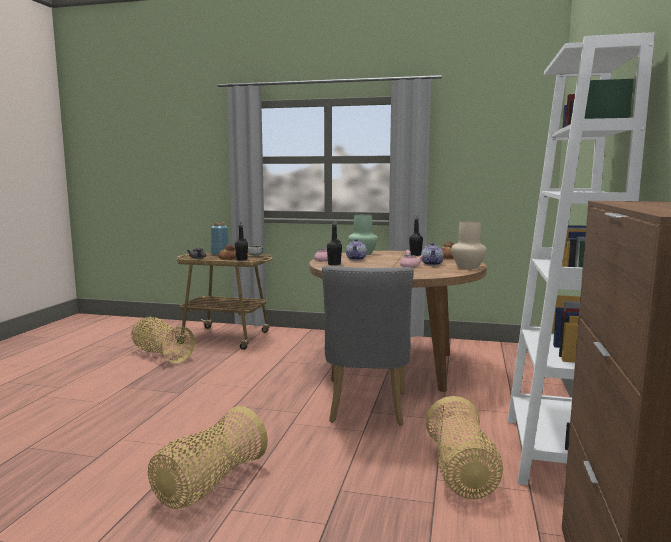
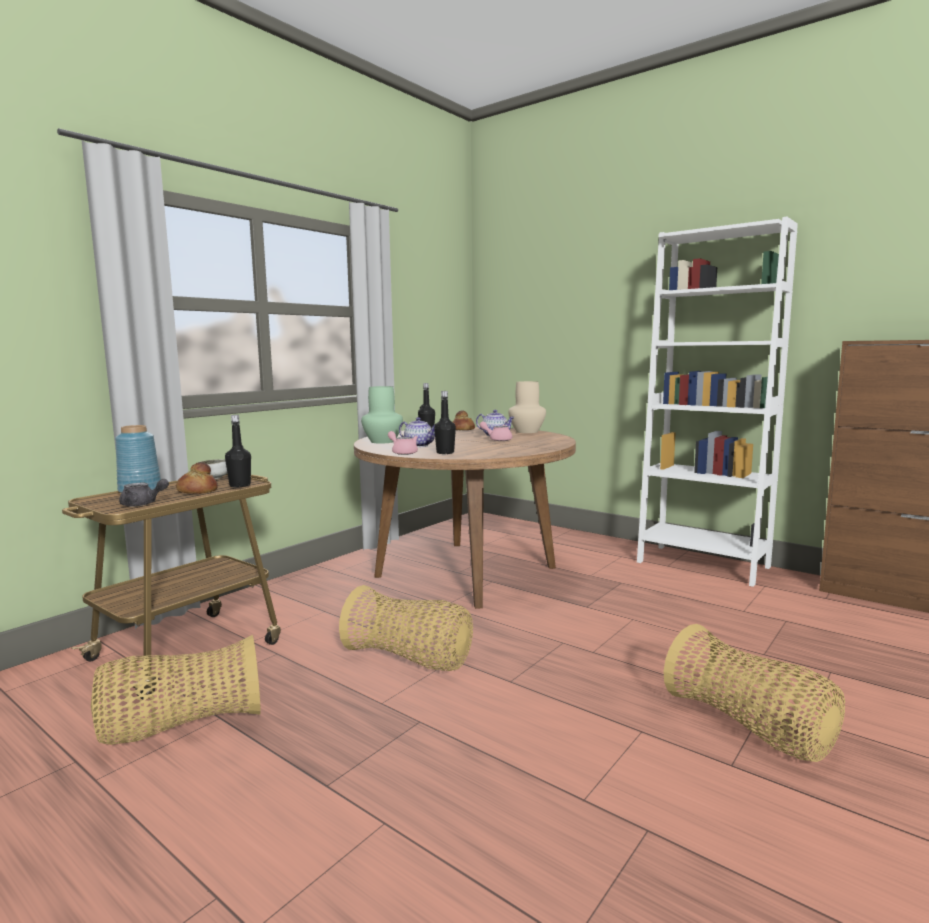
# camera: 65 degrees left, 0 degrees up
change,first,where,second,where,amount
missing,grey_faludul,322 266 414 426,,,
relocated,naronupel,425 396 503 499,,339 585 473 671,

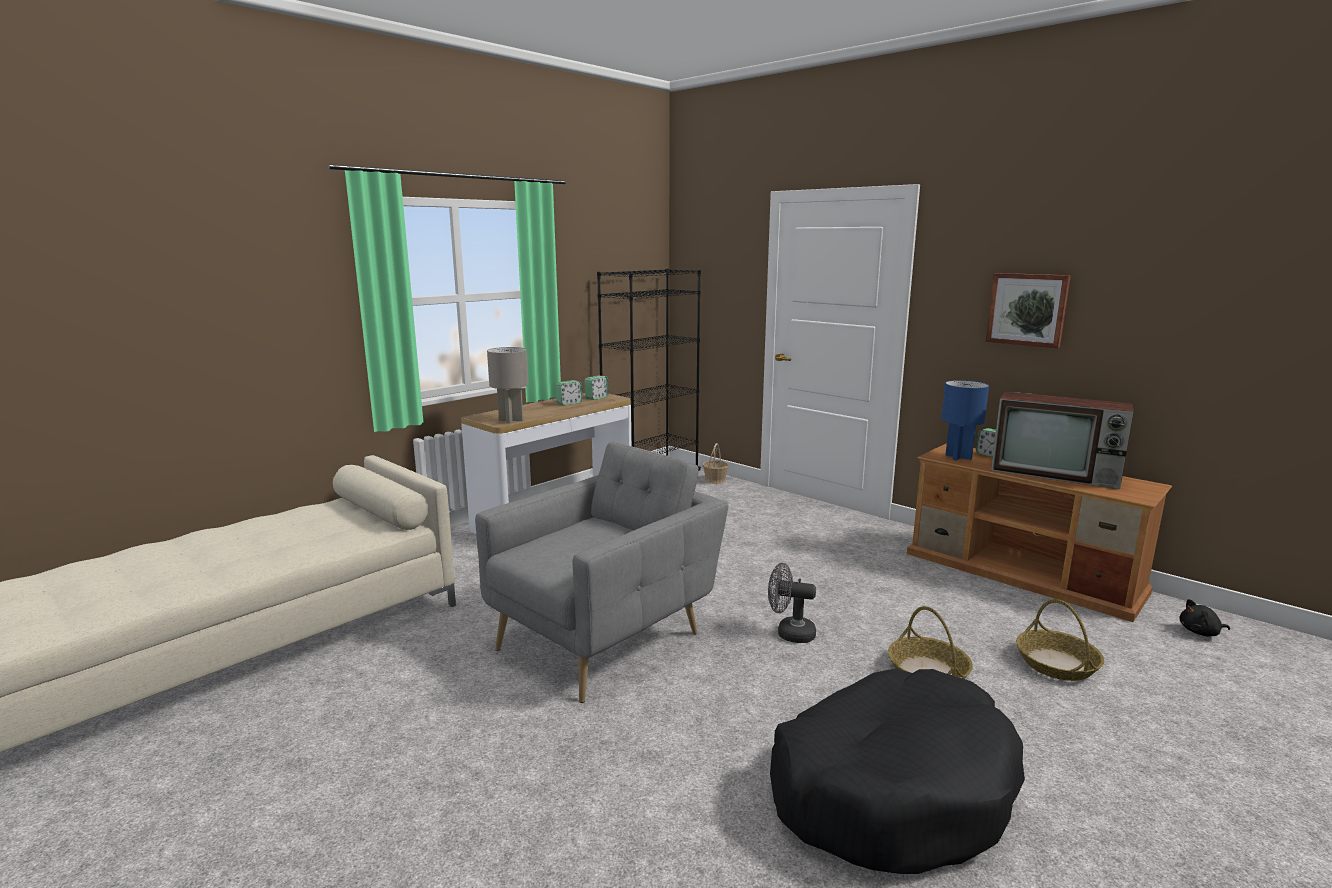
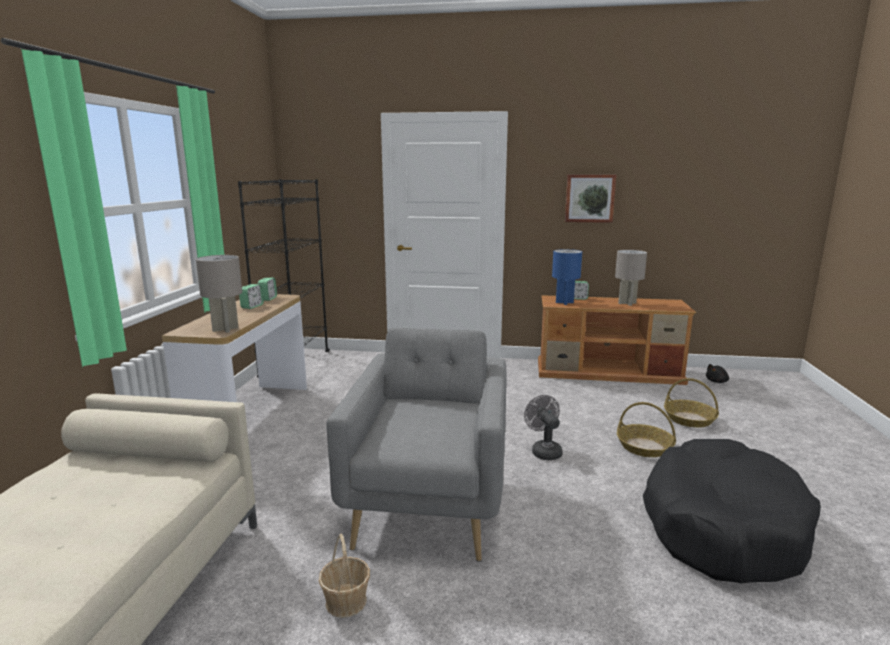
# camera: 35 degrees left, 0 degrees up
change,first,where,second,where,amount
exchanged,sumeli,991 391 1134 489,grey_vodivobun,615 250 647 306,
relocated,naronupel,703 443 729 484,,319 534 370 618,
spun,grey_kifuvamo,768 563 816 643,,524 395 563 460,90 degrees clockwise

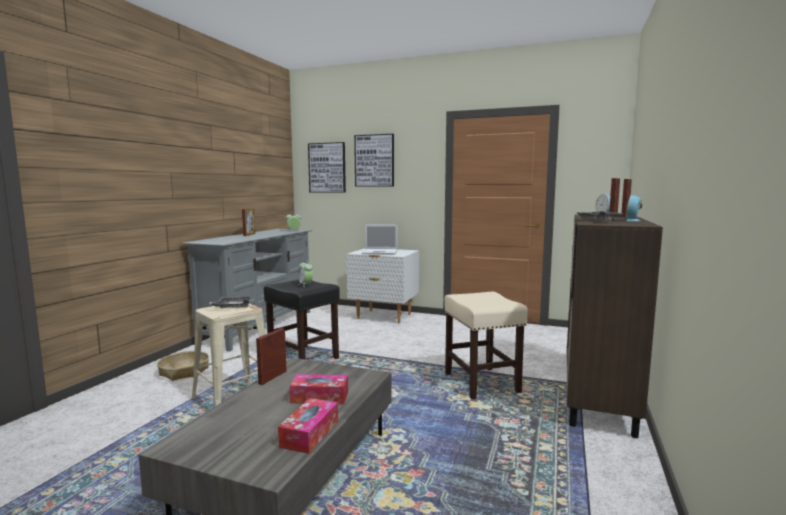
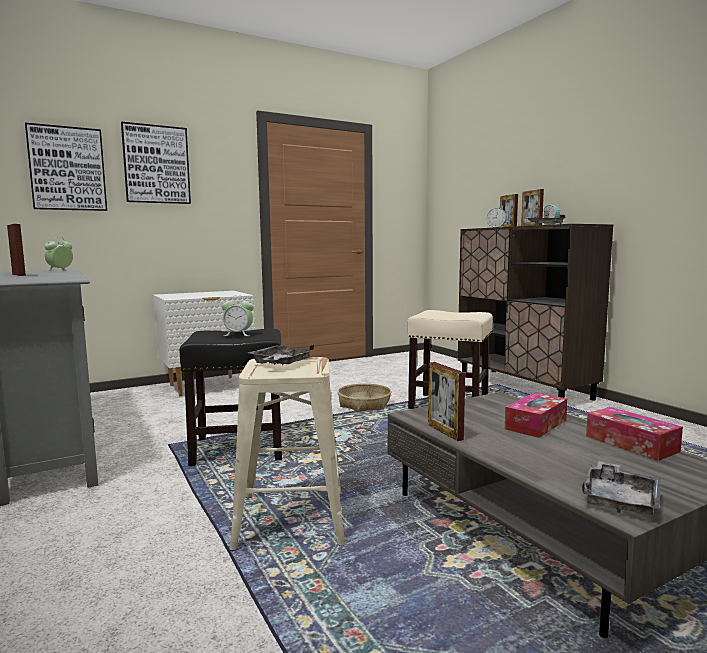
# camera: 50 degrees left, 0 degrees up
change,first,where,second,where,amount
missing,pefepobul,362 224 398 255,,,
relocated,naronupel,157 351 209 381,,338 383 391 412,
appeared,,,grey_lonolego,582 461 660 515,

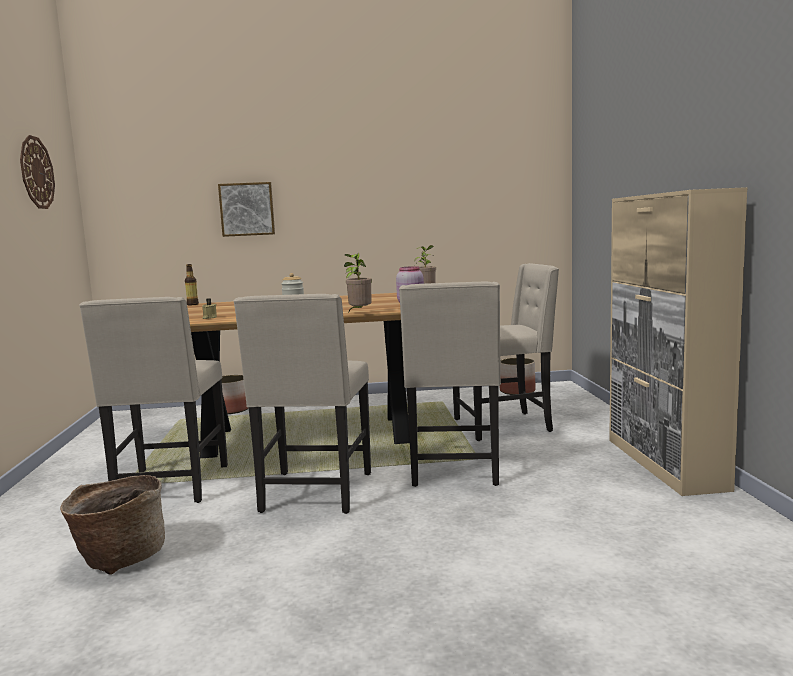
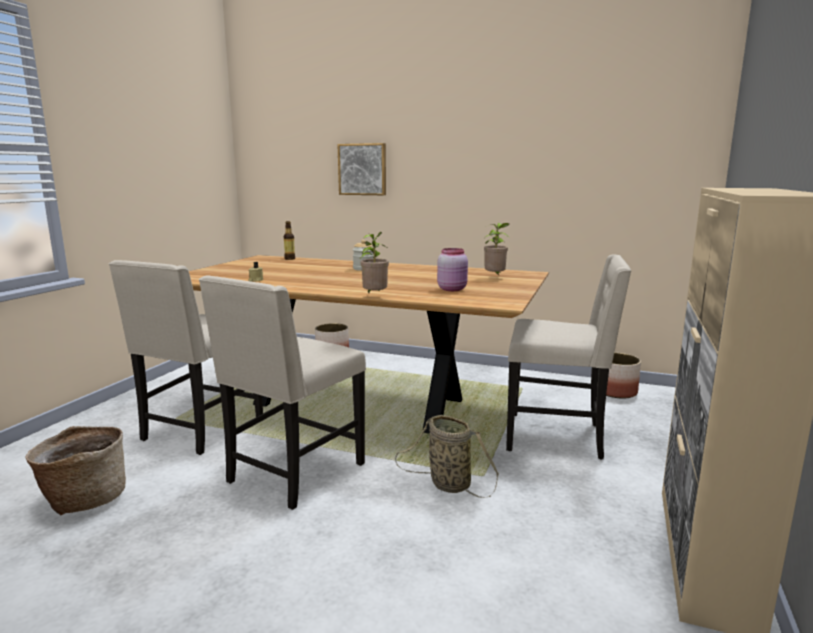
# camera: 25 degrees right, 5 degrees up
change,first,where,second,where,amount
missing,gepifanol,20 135 55 209,,,
exchanged,beige_faludul,399 282 501 487,naronupel,395 415 499 498,

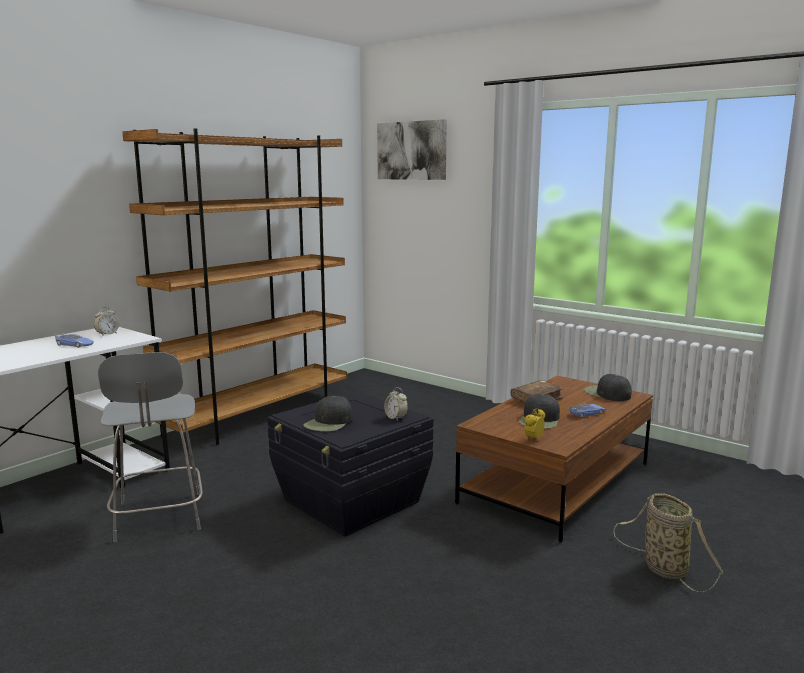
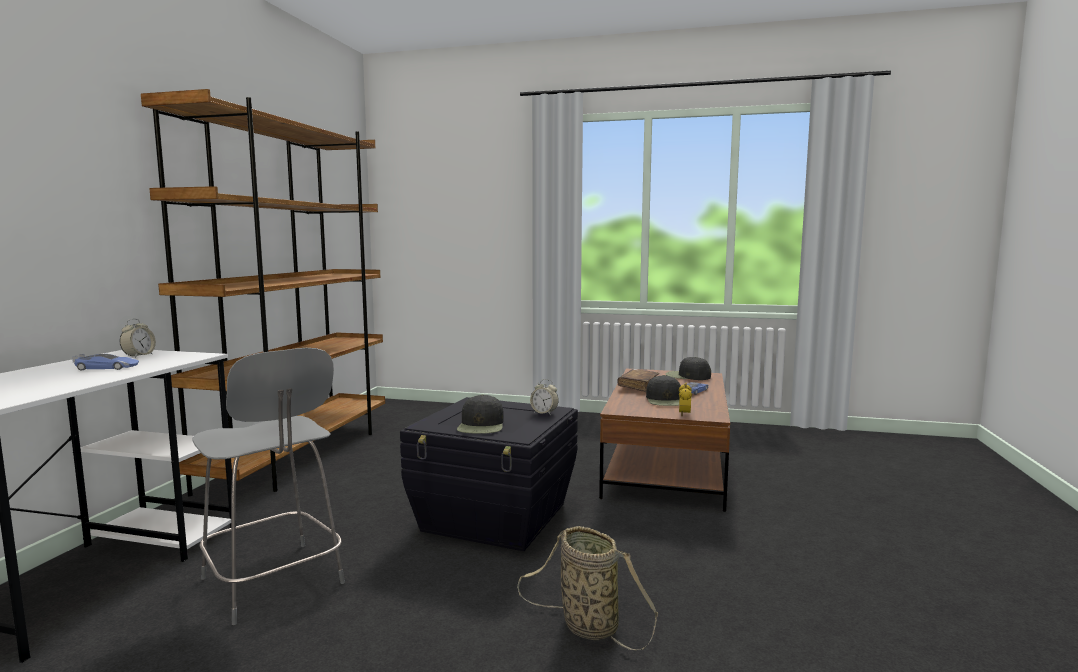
# camera: 25 degrees left, 5 degrees down
change,first,where,second,where,amount
missing,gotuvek,377 119 447 180,,,
relocated,naronupel,613 493 723 593,,517 526 658 651,

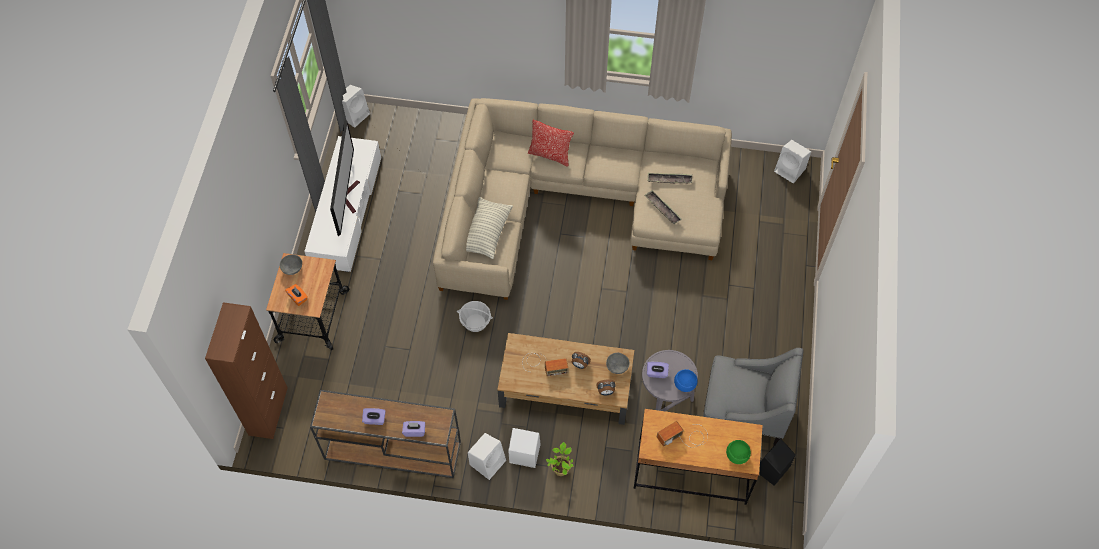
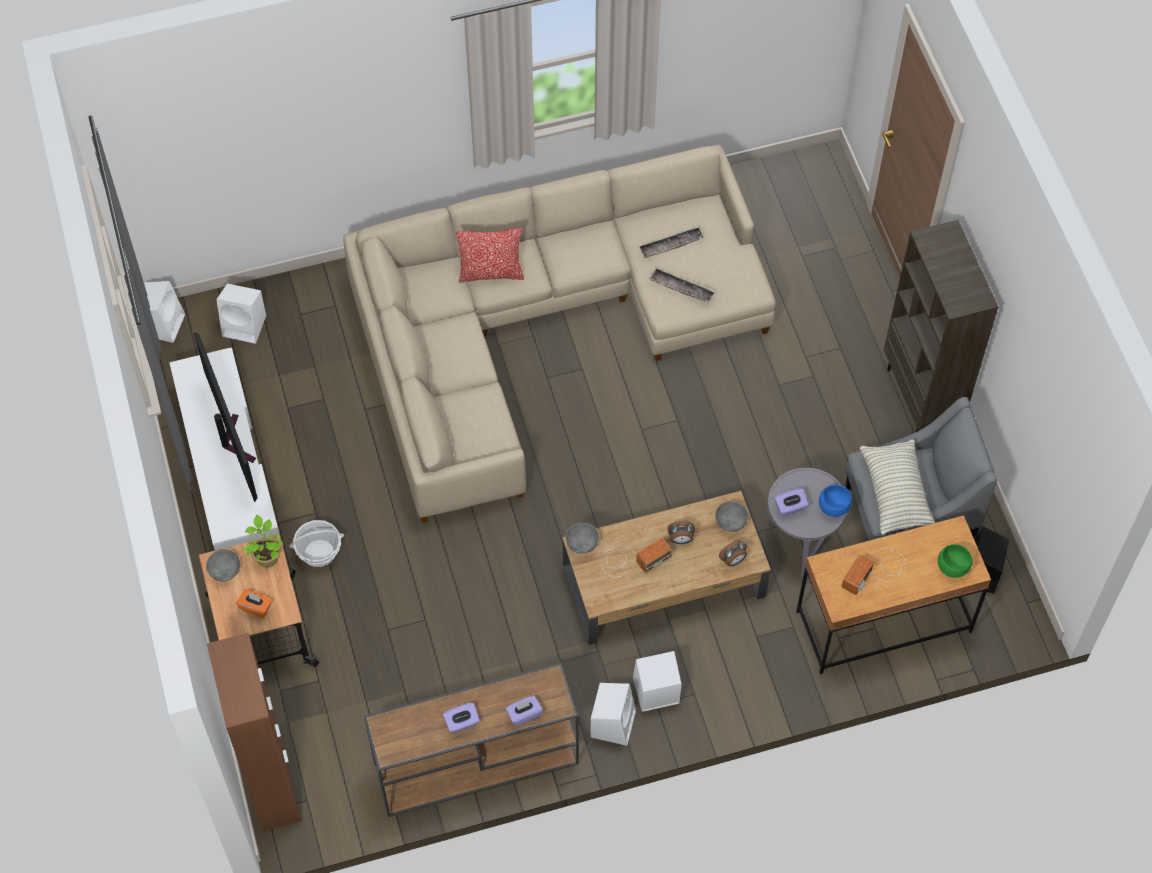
# camera: 25 degrees left, 0 degrees up
change,first,where,second,where,amount
relocated,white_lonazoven,774 140 811 184,,216 284 266 344,
relocated,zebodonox,466 197 513 259,,860 440 935 535,
relocated,naronupel,457 301 493 332,,289 520 344 567,
relocated,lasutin,546 442 573 476,,242 515 283 568,
appeared,,,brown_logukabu,884 220 998 432,
appeared,,,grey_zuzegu,566 523 599 554,

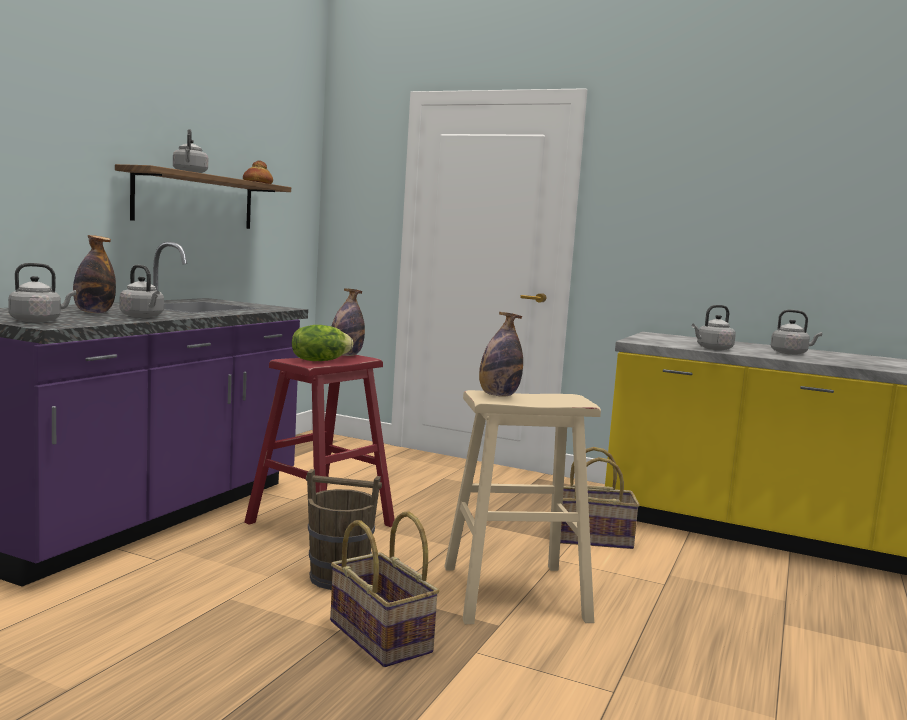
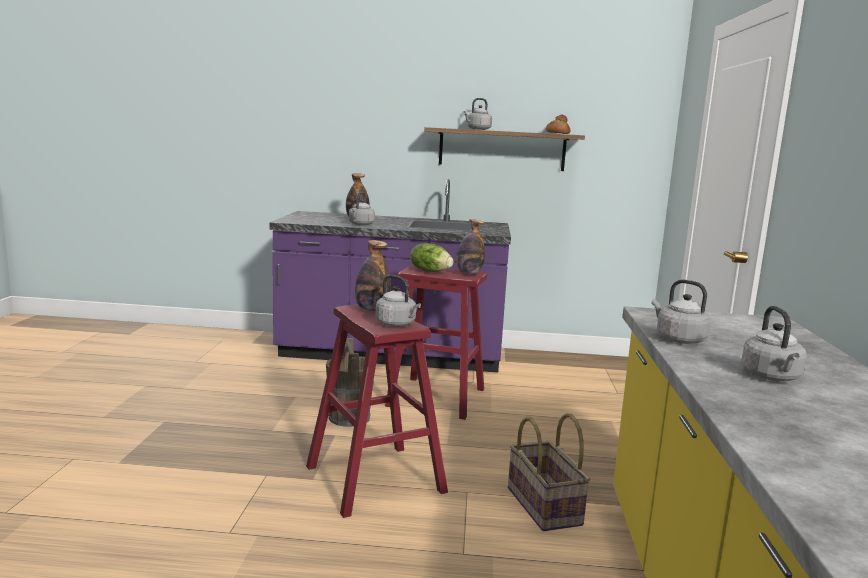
# camera: 70 degrees right, 5 degrees up
change,first,where,second,where,amount
relocated,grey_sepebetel,8 263 76 322,,376 275 421 327,
colour,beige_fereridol,444 390 601 624,red_fereridol,306 305 448 518,
missing,naronupel,330 511 439 667,,,

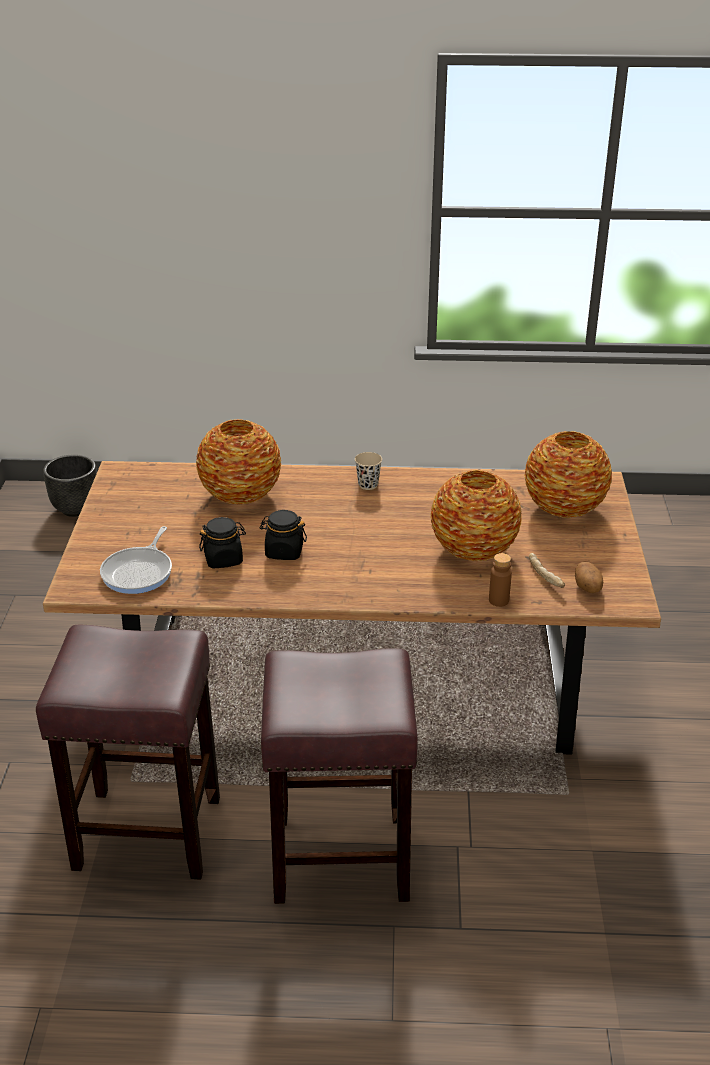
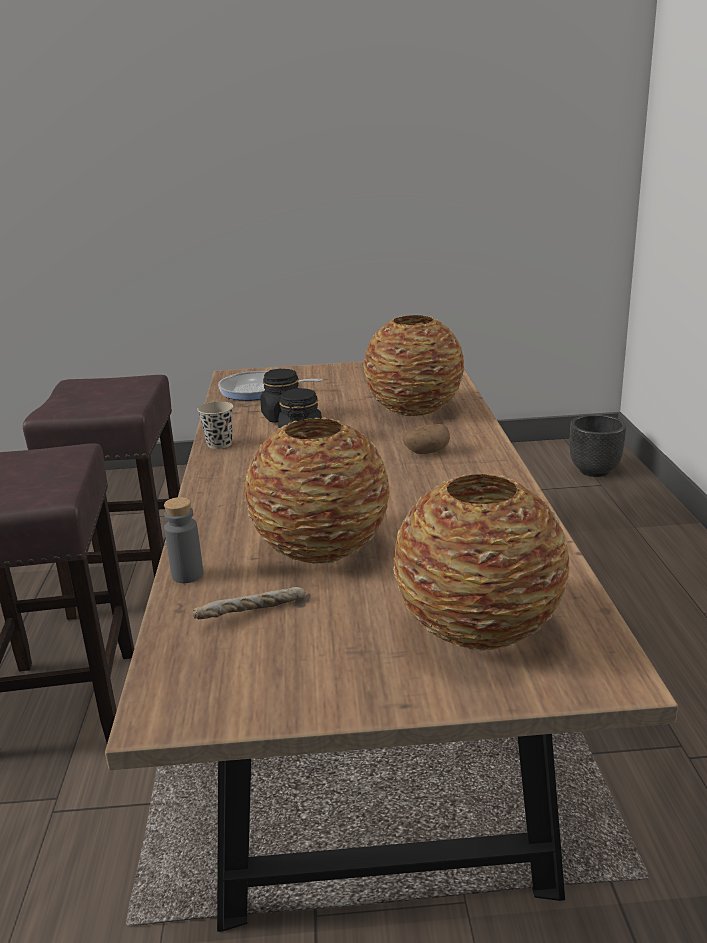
# camera: 85 degrees right, 10 degrees down
change,first,where,second,where,amount
relocated,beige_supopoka,355 452 382 490,,197 401 233 449,
colour,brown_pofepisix,489 553 512 607,grey_pofepisix,164 497 203 583,
relocated,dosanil,575 562 603 593,,403 424 450 454,

